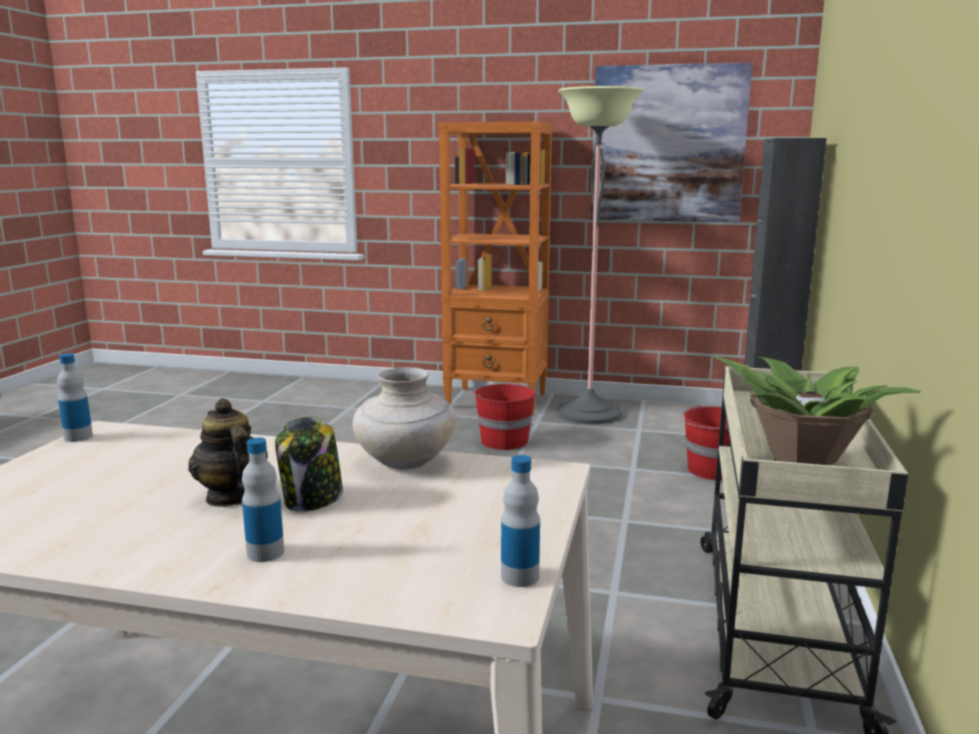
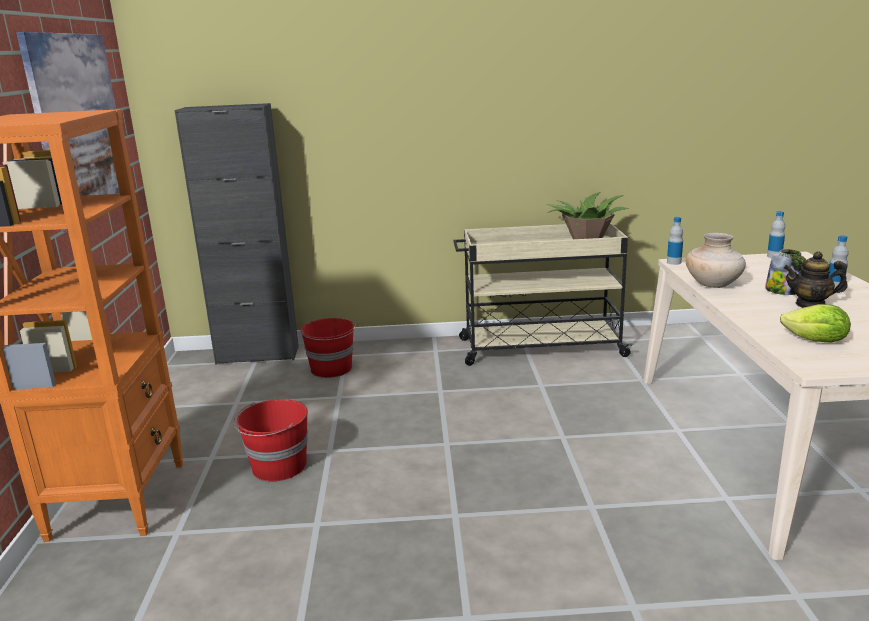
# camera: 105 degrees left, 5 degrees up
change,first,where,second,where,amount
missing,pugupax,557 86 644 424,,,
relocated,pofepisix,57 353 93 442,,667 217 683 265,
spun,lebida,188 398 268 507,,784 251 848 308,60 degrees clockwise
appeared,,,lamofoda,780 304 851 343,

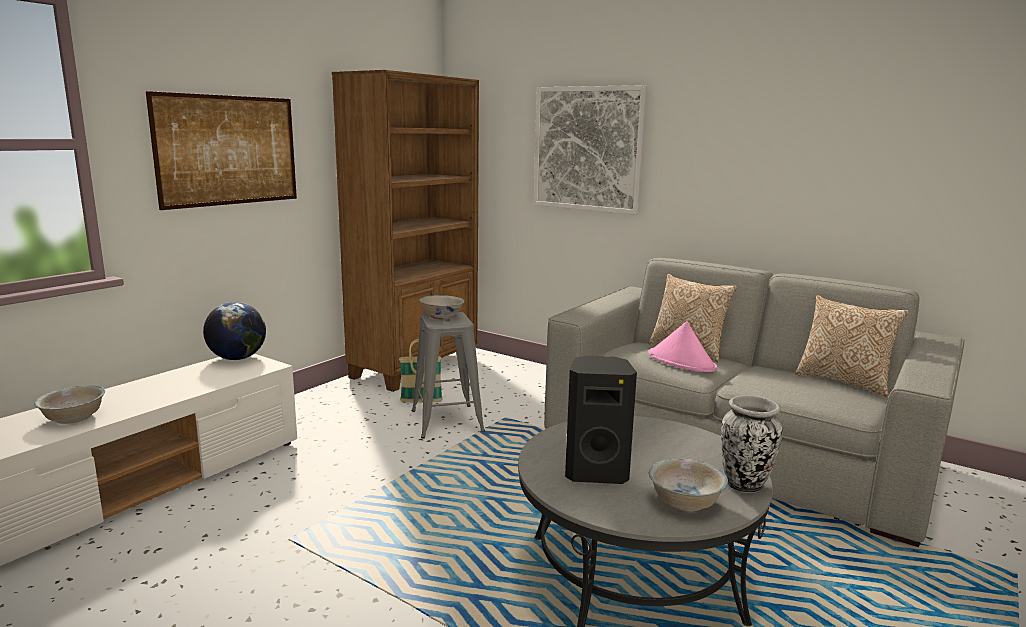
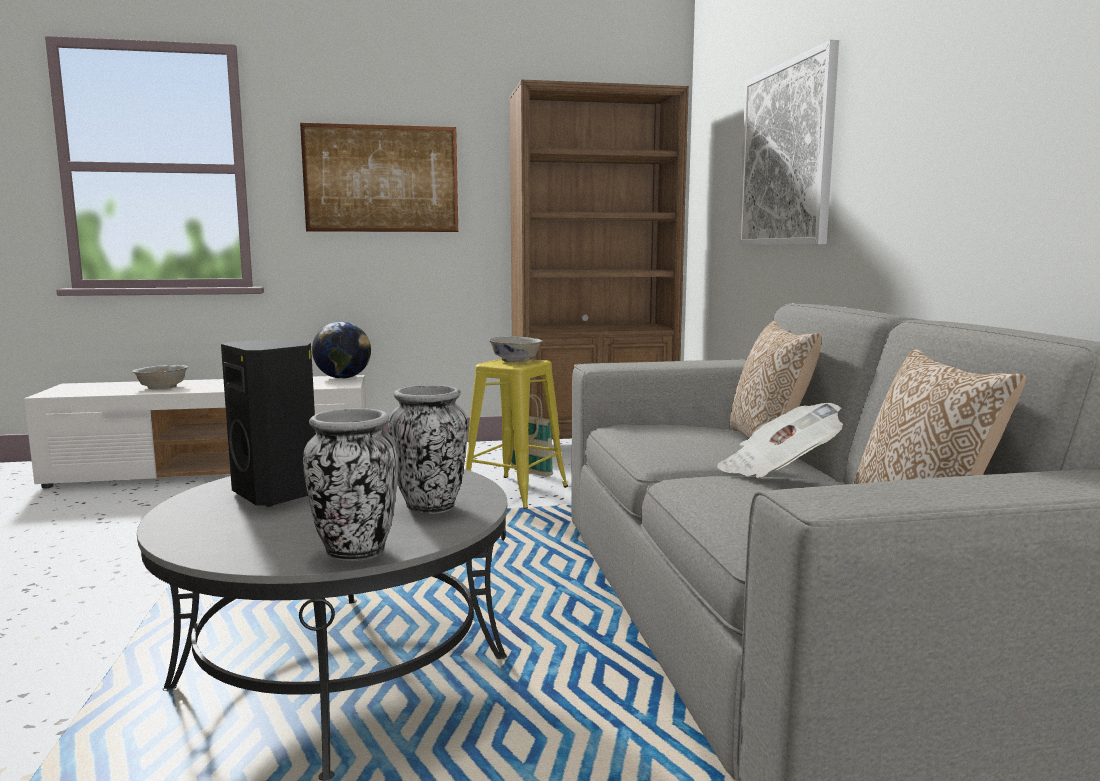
# camera: 45 degrees right, 5 degrees down
change,first,where,second,where,amount
colour,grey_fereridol,412 312 485 439,yellow_fereridol,466 359 568 509,
missing,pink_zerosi,648 321 717 372,,,
missing,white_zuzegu,649 458 728 512,,,
appeared,,,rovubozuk,388 385 468 514,
appeared,,,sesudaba,717 403 843 478,

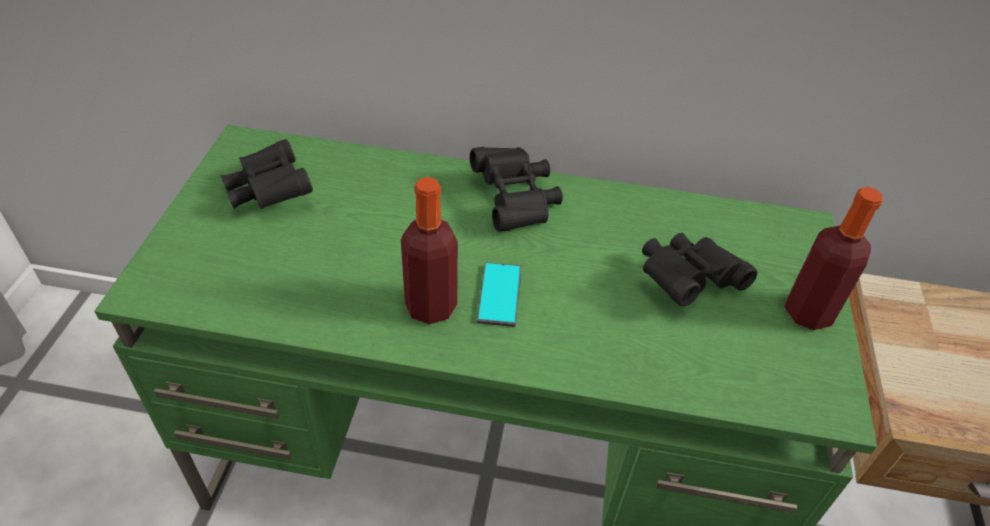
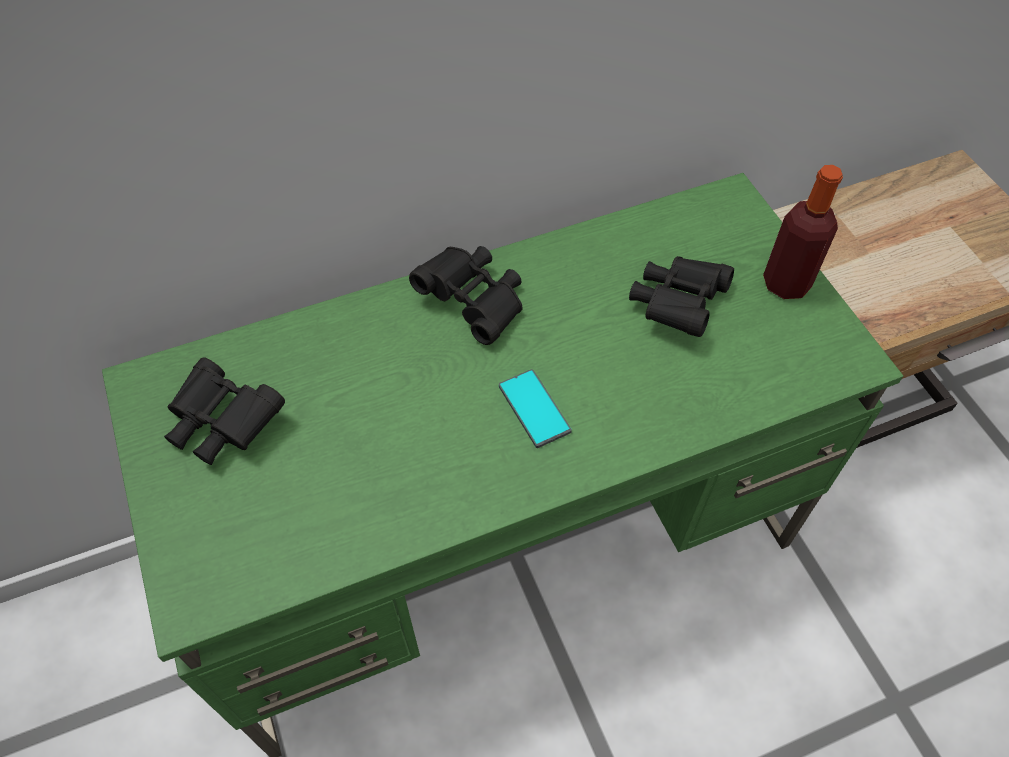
# camera: 30 degrees left, 10 degrees up
change,first,where,second,where,amount
missing,pofepisix,401 177 458 325,,,

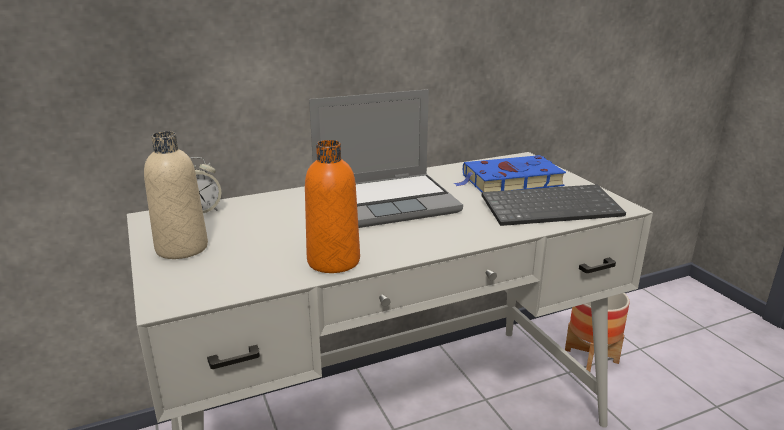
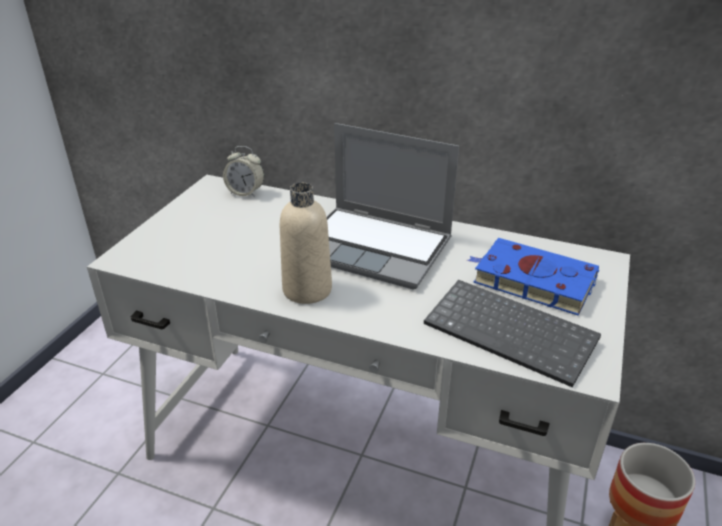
# camera: 45 degrees right, 10 degrees up
change,first,where,second,where,amount
relocated,beige_pofepisix,144 131 208 259,,280 183 332 304,
missing,orange_pofepisix,305 140 360 273,,,

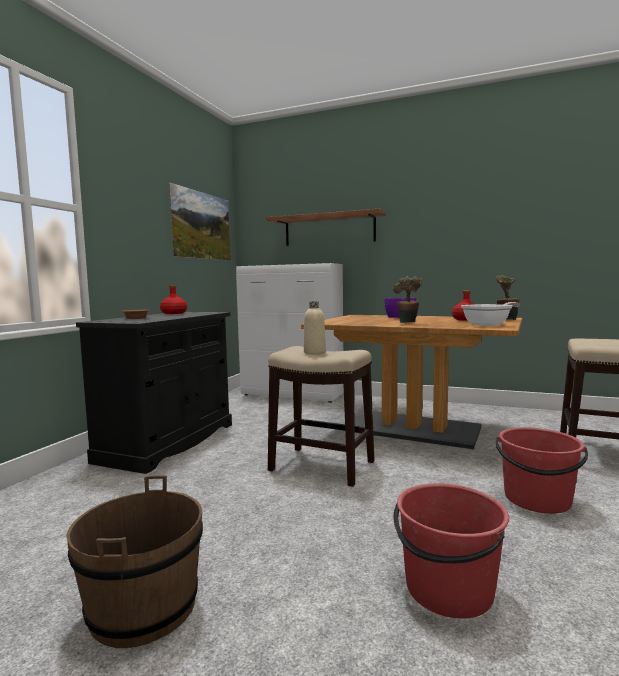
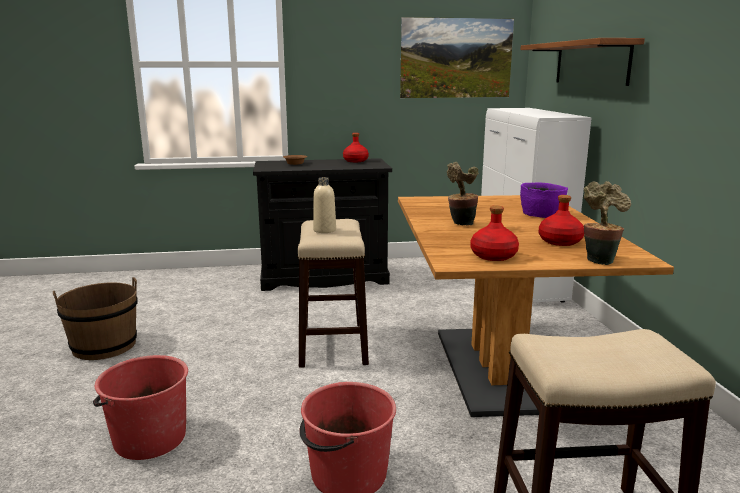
# camera: 60 degrees right, 10 degrees up
change,first,where,second,where,amount
exchanged,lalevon,461 302 520 326,red_pofepisix,471 205 519 261,

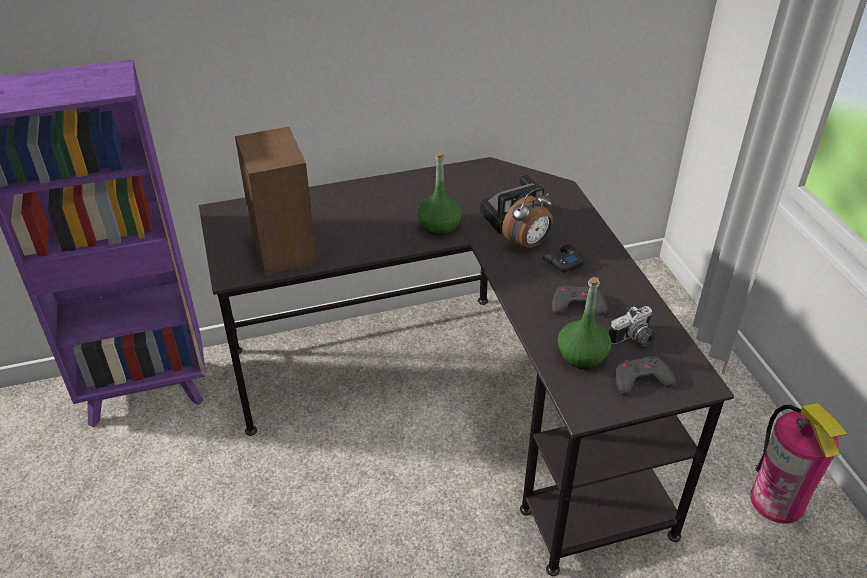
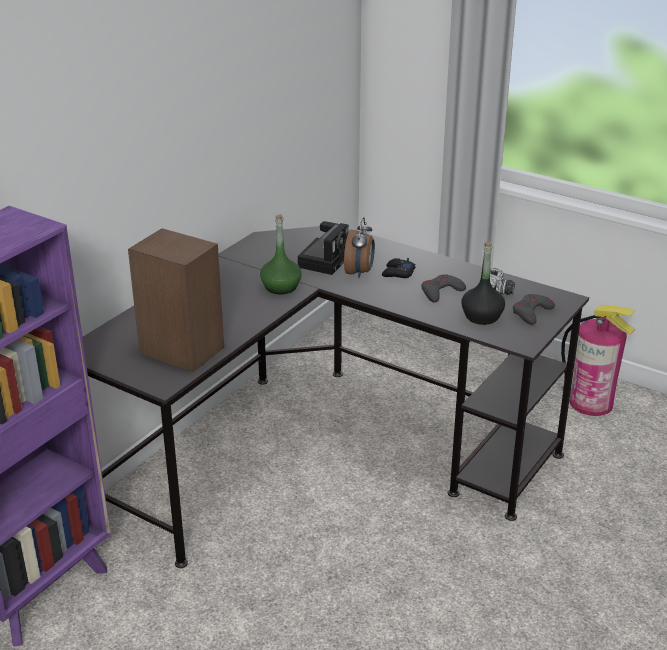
# camera: 40 degrees left, 10 degrees down
change,first,where,second,where,amount
colour,green_pofepisix,558 277 611 369,black_pofepisix,461 241 505 325,

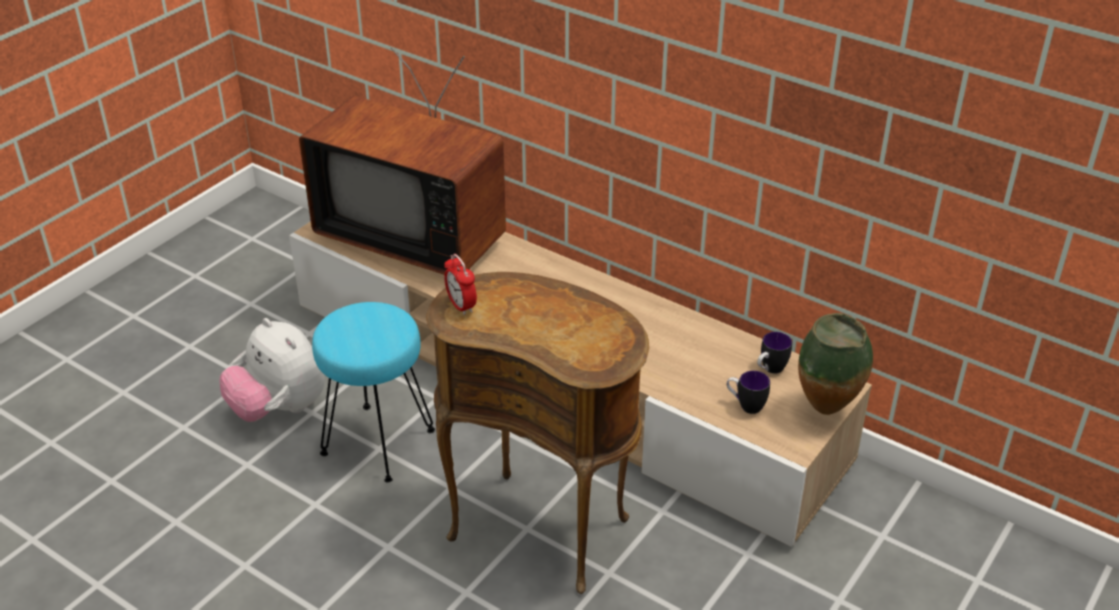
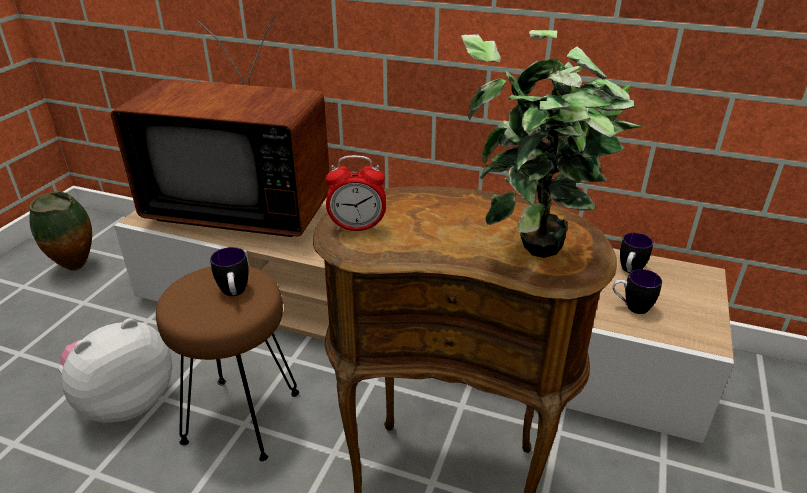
# camera: 15 degrees left, 5 degrees down
change,first,where,second,where,amount
spun,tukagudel,444 254 477 315,,326 155 386 231,45 degrees counterclockwise
colour,turquoise_fereridol,312 302 435 482,brown_fereridol,156 266 299 461,
relocated,rovubozuk,798 313 873 415,,29 191 92 270,
spun,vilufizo,219 318 325 422,,59 318 172 423,105 degrees clockwise
appeared,,,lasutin,461 30 643 258,
appeared,,,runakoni,210 247 249 296,

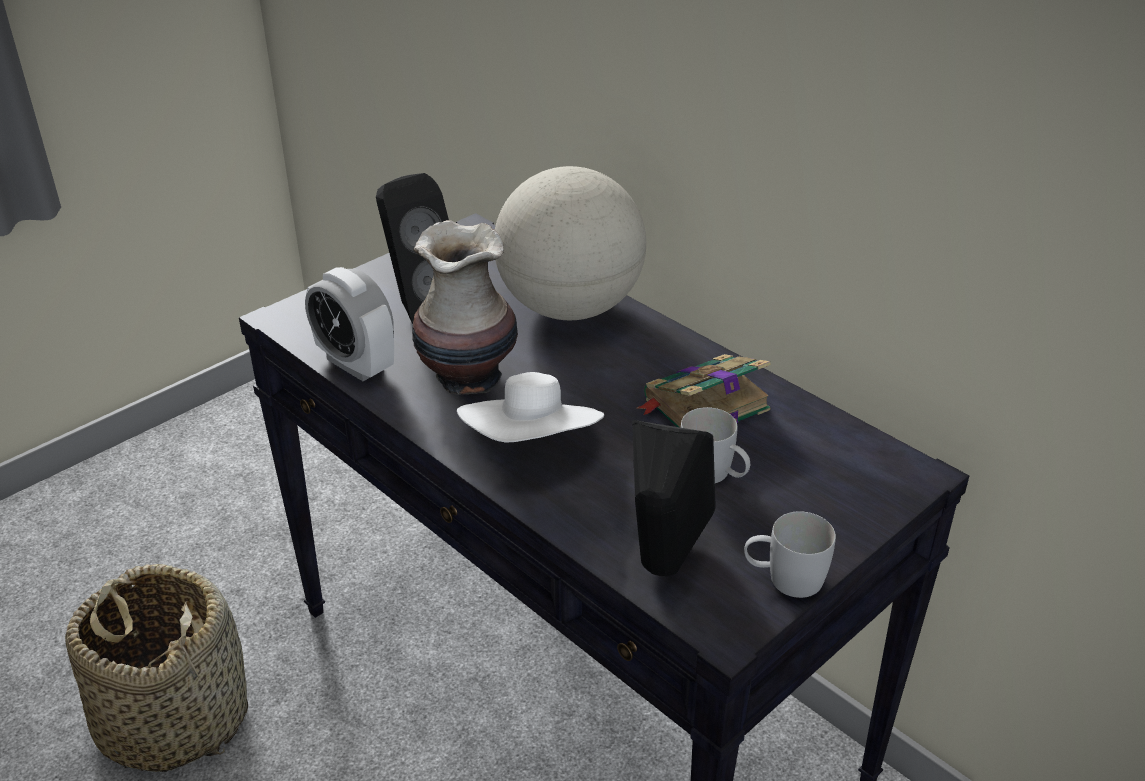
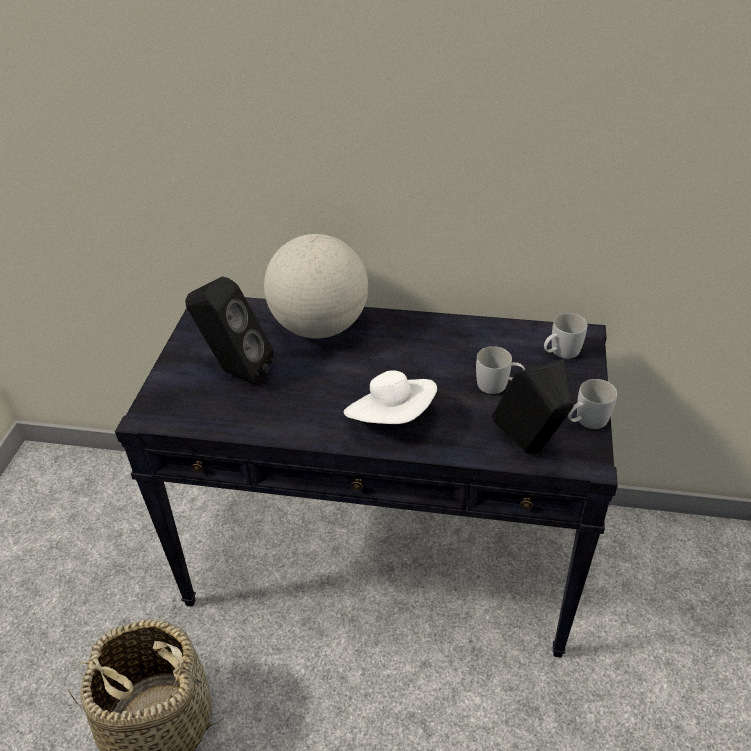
# camera: 35 degrees left, 5 degrees up
change,first,where,second,where,amount
missing,rovubozuk,412 220 518 395,,,
missing,tukagudel,305 267 394 381,,,
missing,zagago,637 354 771 428,,,
appeared,,,white_runakoni,544 313 587 359,

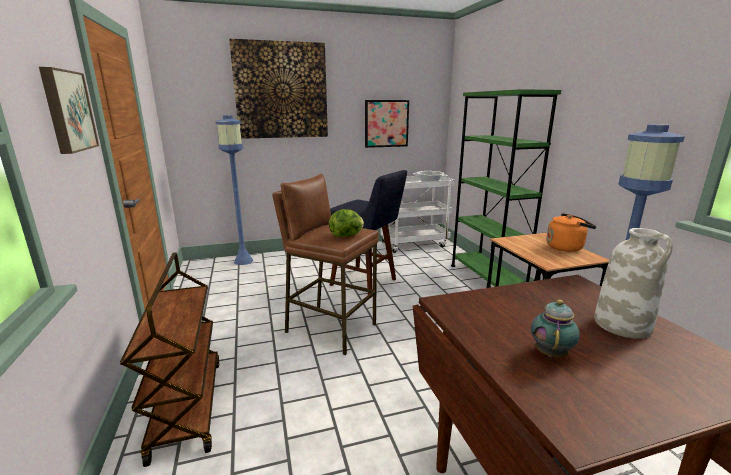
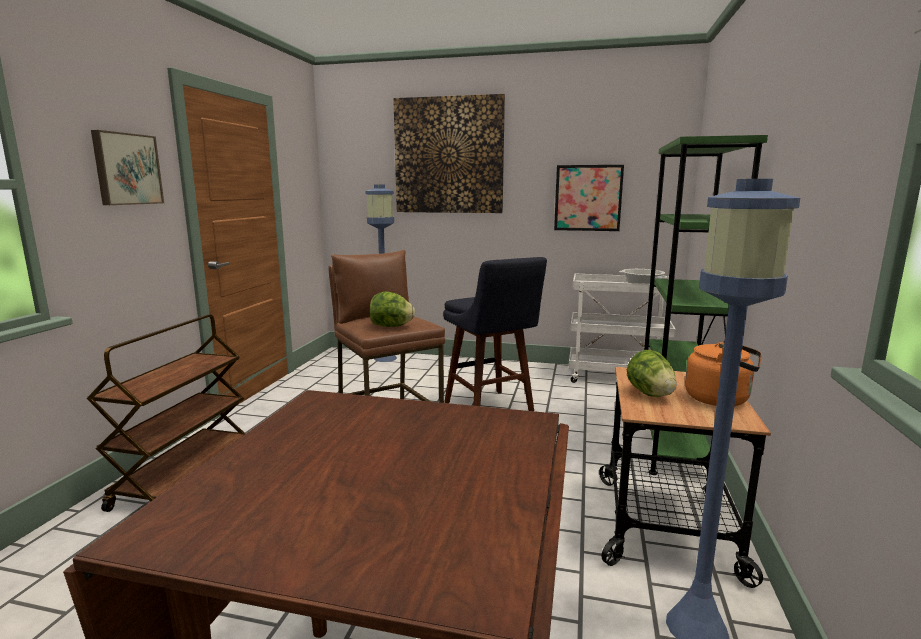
# camera: 30 degrees right, 5 degrees down
change,first,where,second,where,amount
missing,white_rovubozuk,594 228 673 339,,,
missing,lebida,531 300 580 358,,,
appeared,,,lamofoda,627 350 677 397,

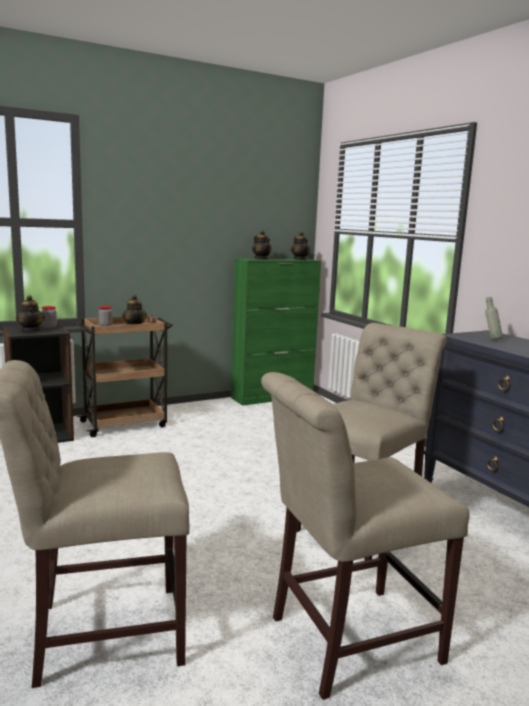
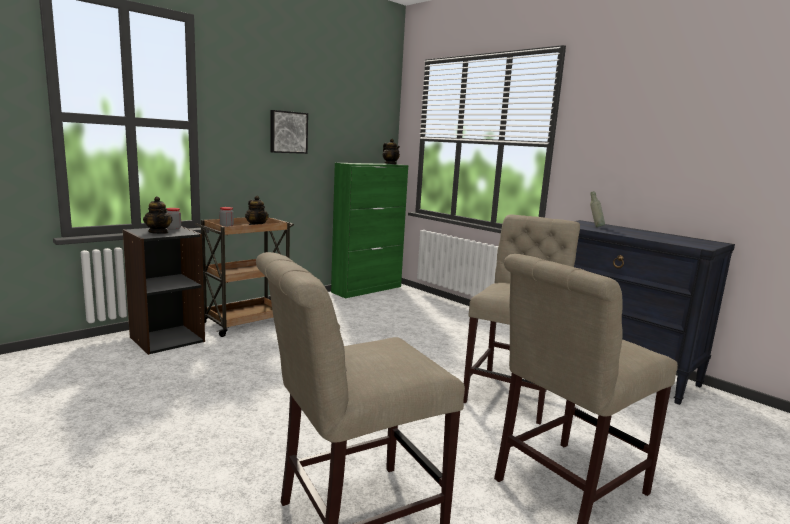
# camera: 15 degrees left, 0 degrees up
change,first,where,second,where,amount
missing,lebida,252 230 272 260,,,
appeared,,,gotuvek,270 110 308 154,

